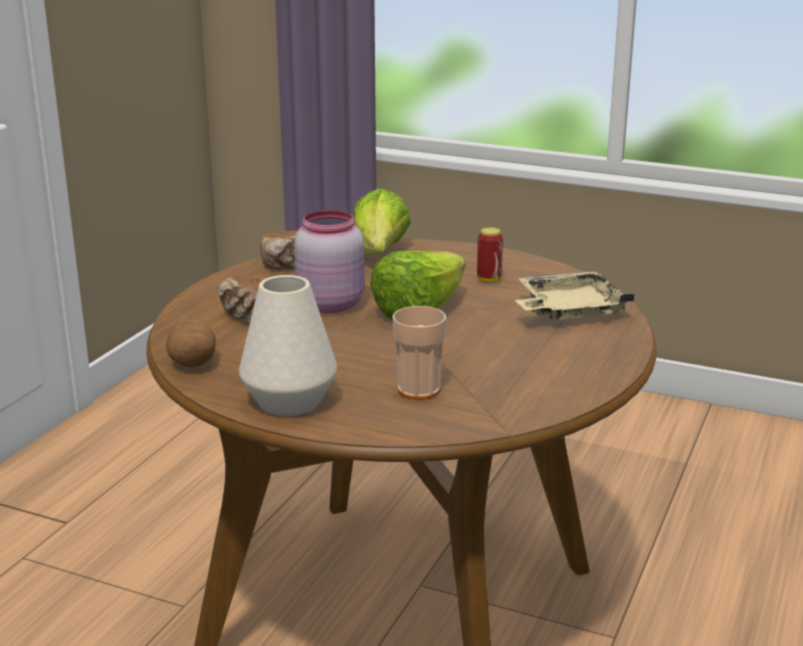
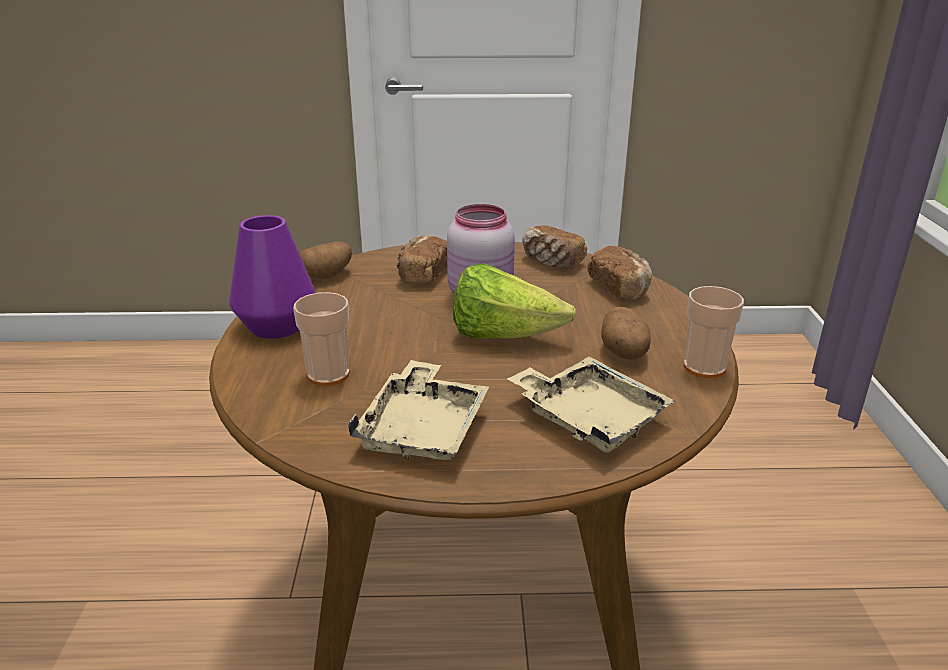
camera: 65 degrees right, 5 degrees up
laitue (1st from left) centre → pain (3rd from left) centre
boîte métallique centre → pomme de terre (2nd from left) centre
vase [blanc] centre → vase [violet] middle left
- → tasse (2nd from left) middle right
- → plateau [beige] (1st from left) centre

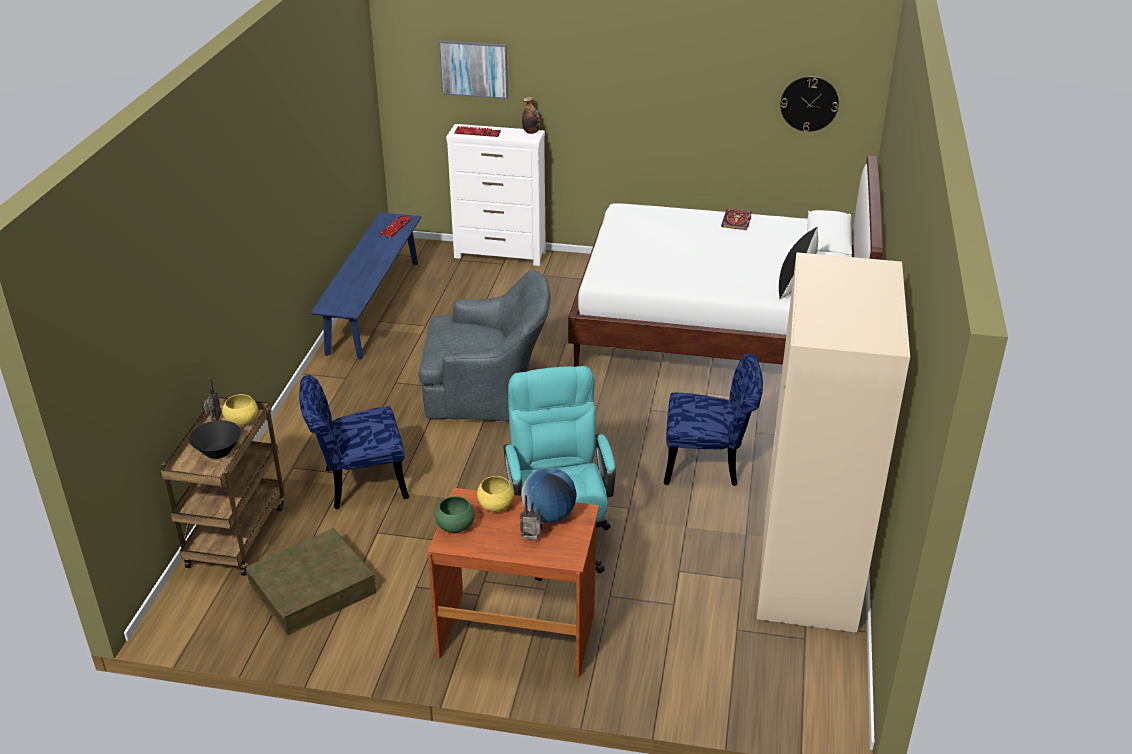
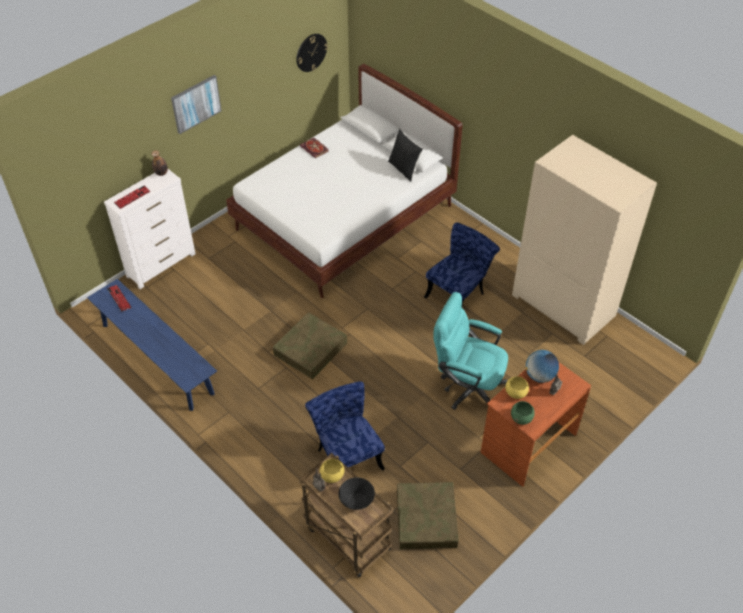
camera: 55 degrees left, 15 degrees up
tableau top centre → tableau top left, move
fauteuil [gris] centre → boîte de rangement [marron] (1st from left) centre
chaise [bleu] (1st from left) middle left → chaise [bleu] (1st from left) bottom centre, 135 degrees clockwise

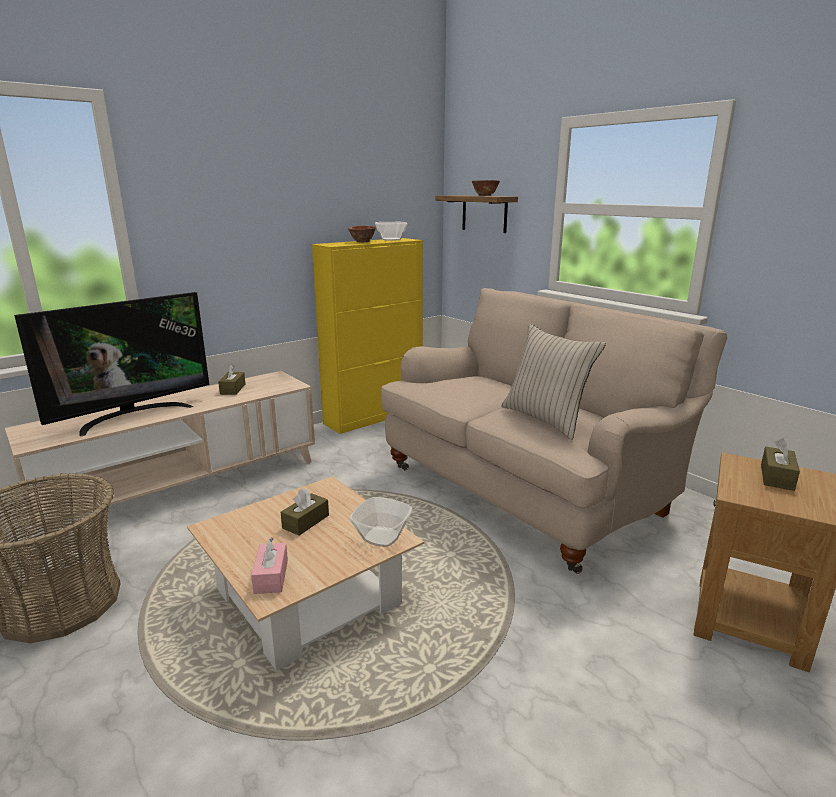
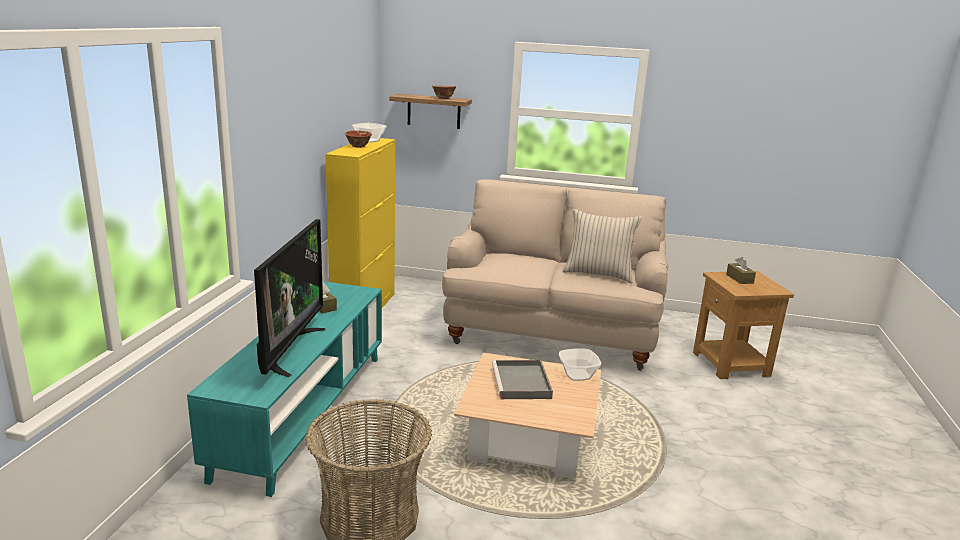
camera: 40 degrees left, 0 degrees up
meuble télé [beige] middle left → meuble télé [turquoise] bottom left
boîte à mouchoirs [marron] (2nd from left) centre → plateau [gris] bottom centre
boîte à mouchoirs [rose] bottom left → -

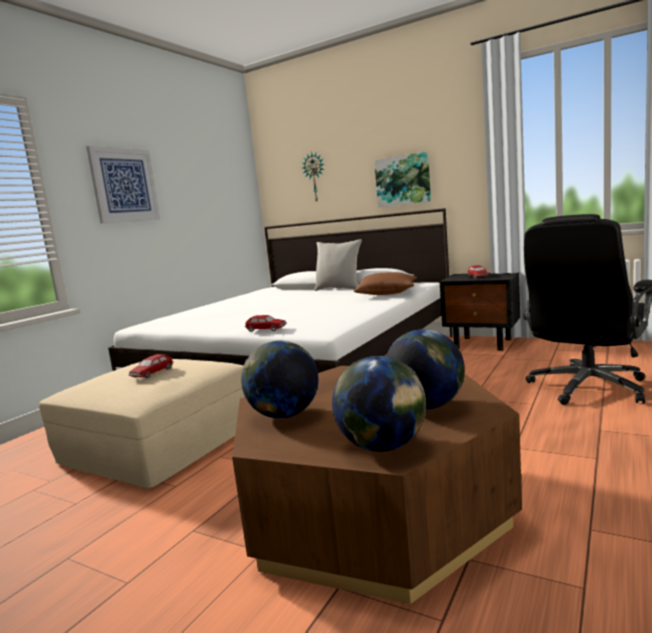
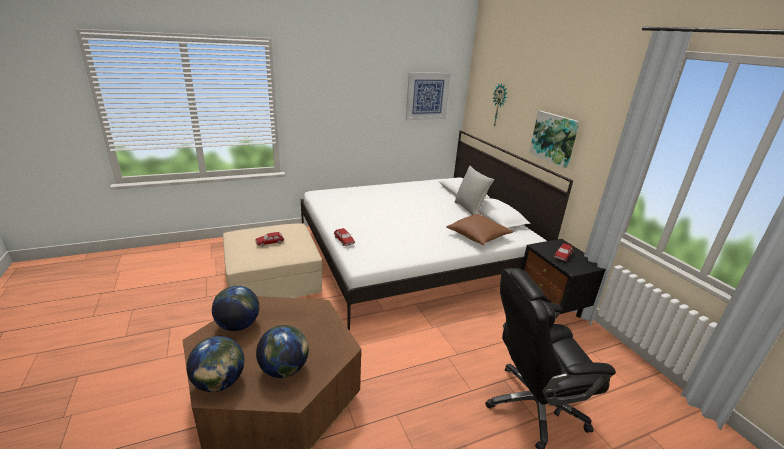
camera: 35 degrees right, 15 degrees up
tableau (1st from left) top left → tableau (1st from left) top centre, move

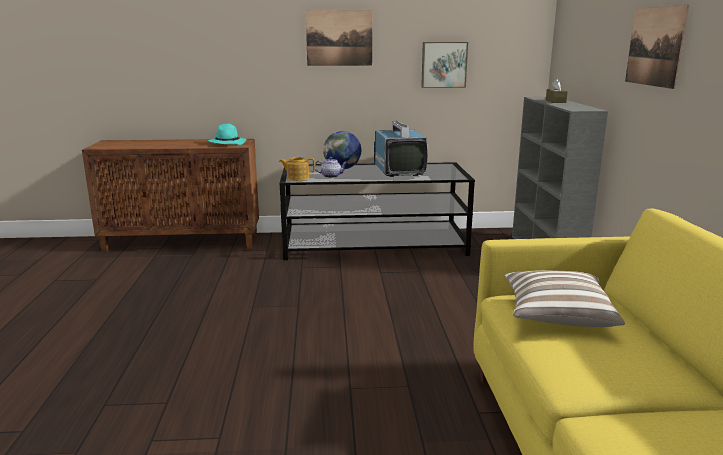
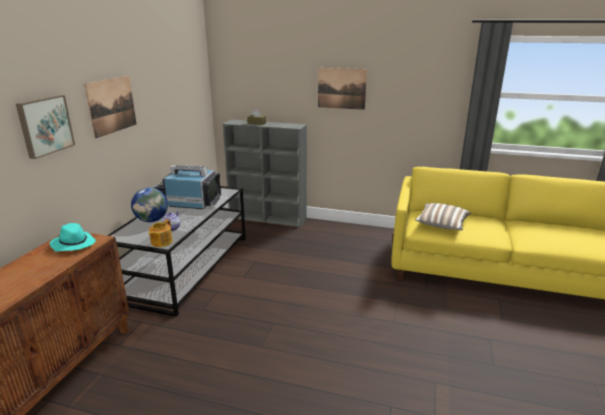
camera: 70 degrees left, 5 degrees up
tableau (2nd from left in the first image) top centre → tableau (1st from left) top left, move

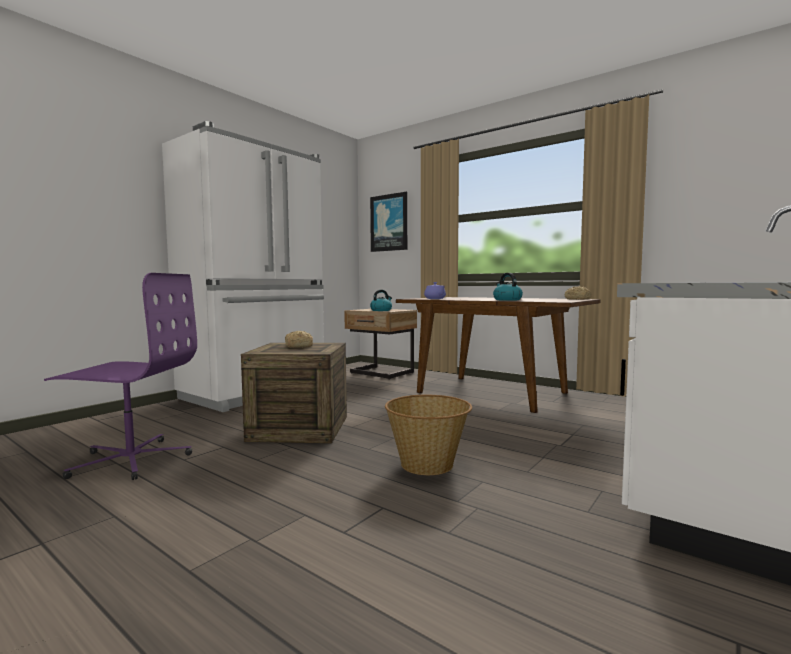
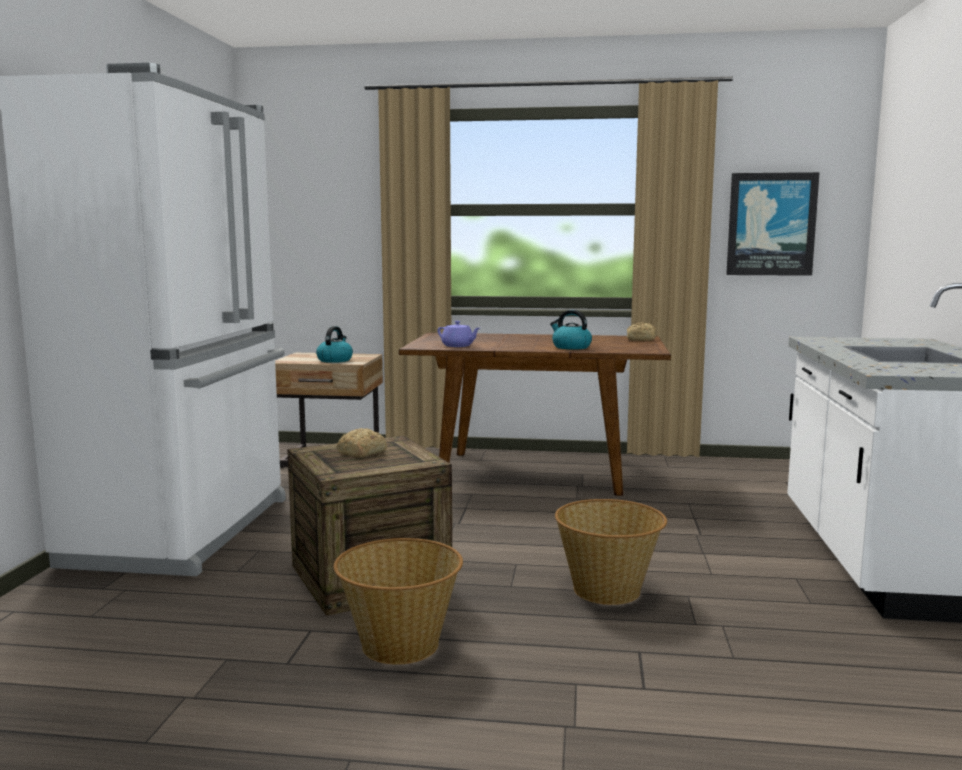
camera: 30 degrees left, 5 degrees up
tableau centre → tableau top right, move
chaise de bureau [violet] middle left → -
- → panier (1st from left) bottom centre

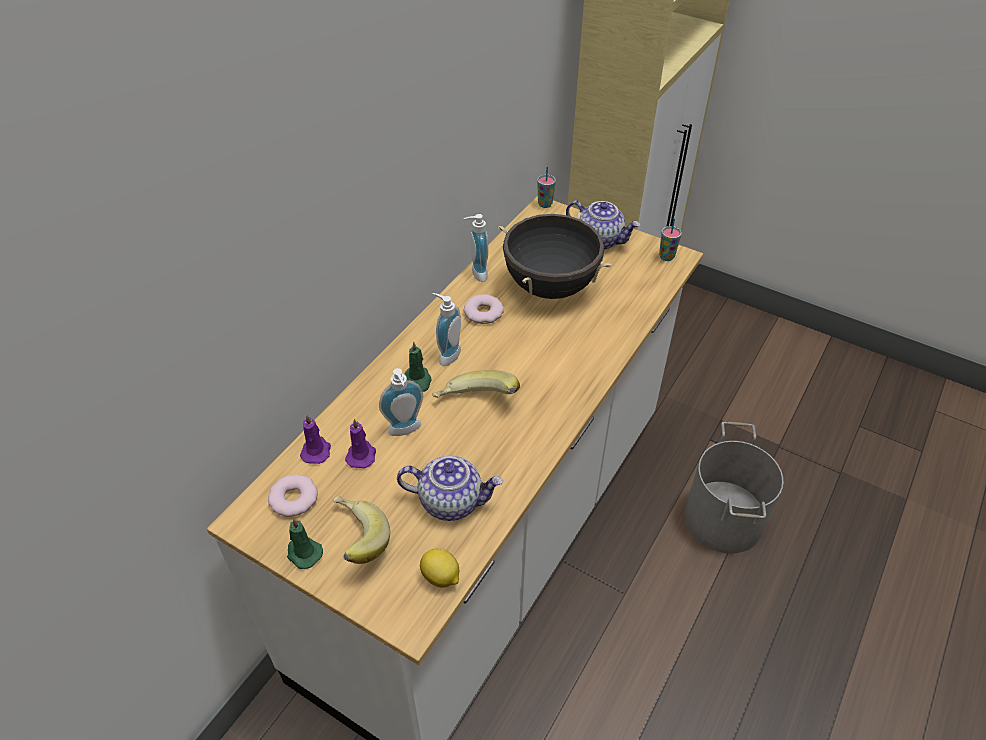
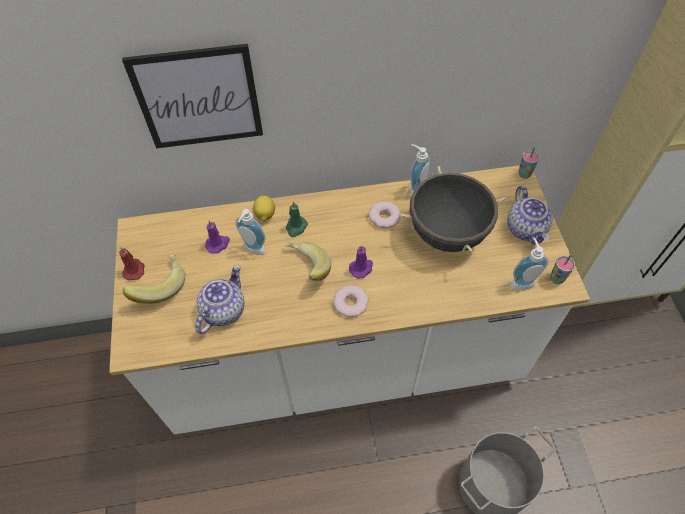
camera: 50 degrees right, 10 degrees up
distributeur de savon (2nd from left in the first image) centre → distributeur de savon (3rd from left) middle right, move
bougie [violet] (1st from left in the first image) middle left → bougie [violet] (2nd from left) centre, move
théière (1st from left) centre → théière (1st from left) middle left, 120 degrees counterclockwise
beignet (1st from left) bottom left → beignet (1st from left) centre, move
bougie [vert] (1st from left) bottom left → bougie [rouge] middle left
citron bottom centre → citron centre, move
- → tableau top left

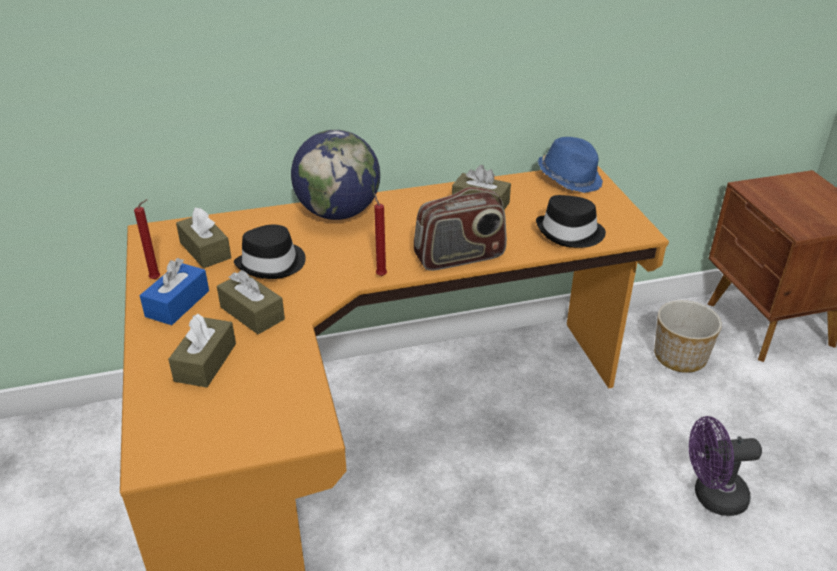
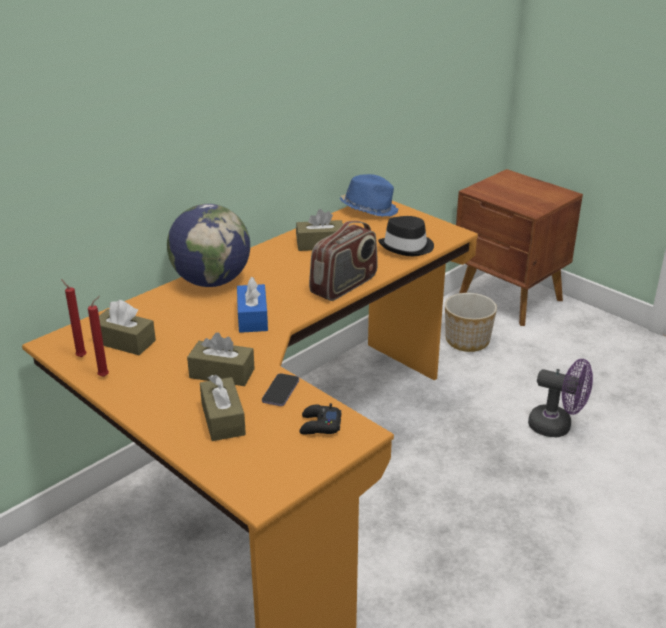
camera: 30 degrees left, 5 degrees down
bougie [rouge] (2nd from left in the first image) centre → bougie [rouge] (1st from left) middle left, move
chapeau [noir] (1st from left) middle left → -
boîte à mouchoirs [bleu] middle left → boîte à mouchoirs [bleu] centre, move
ventilateur [violet] bottom right → ventilateur [violet] middle right, 120 degrees counterclockwise
- → téléphone centre
- → manette [noir] bottom centre

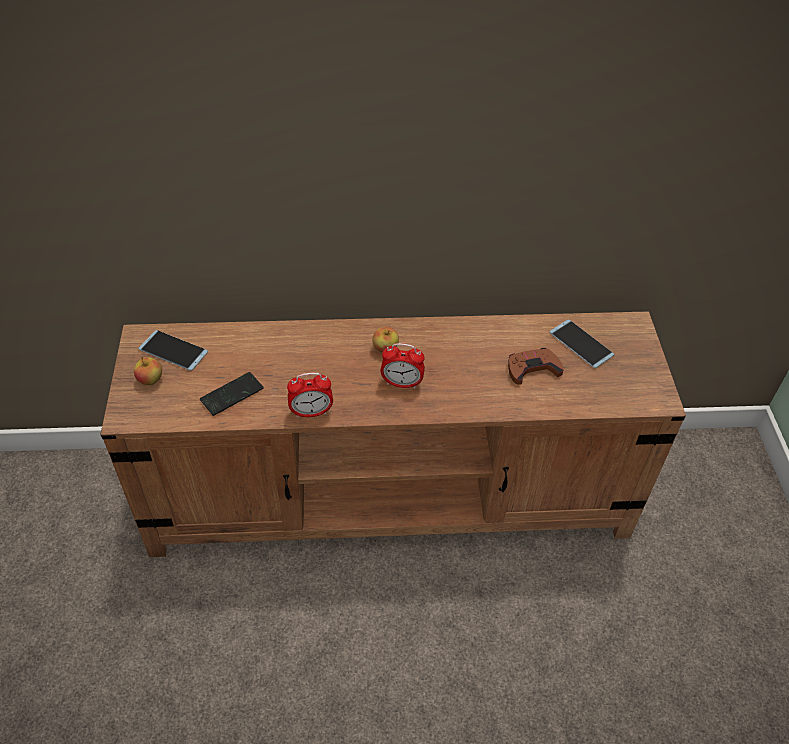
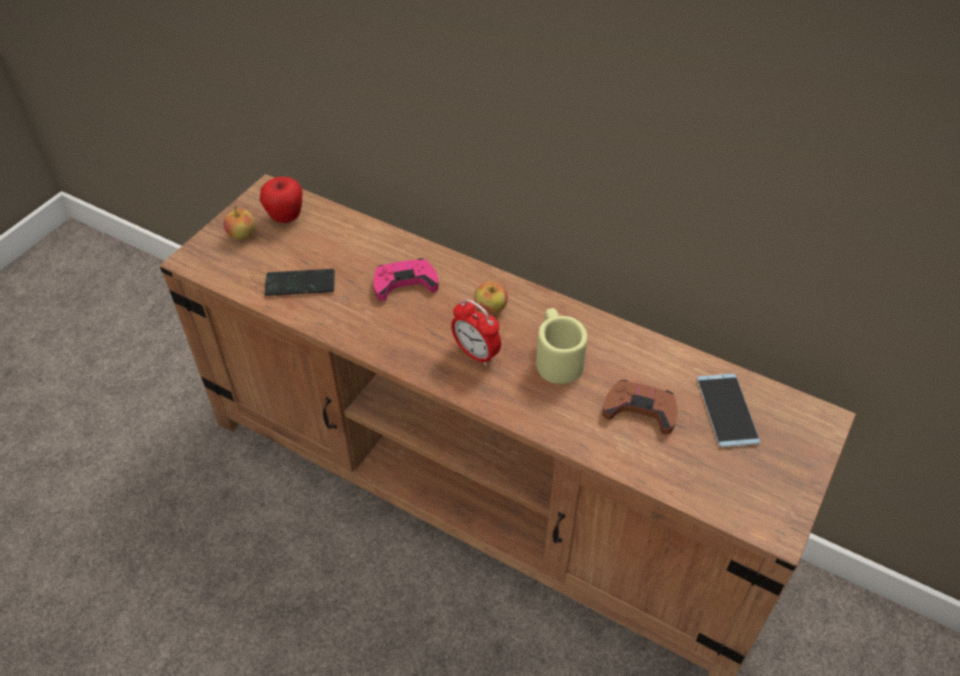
camera: 35 degrees right, 0 degrees up
téléphone (1st from left) middle left → pomme (2nd from left) top left
réveil (1st from left) centre → -
- → manette [rose] centre
- → mug [beige] centre

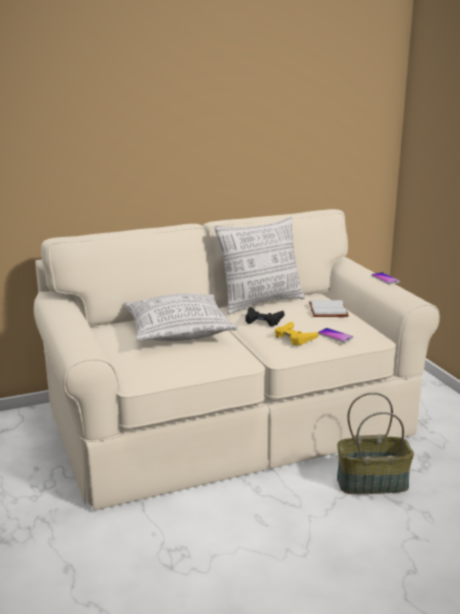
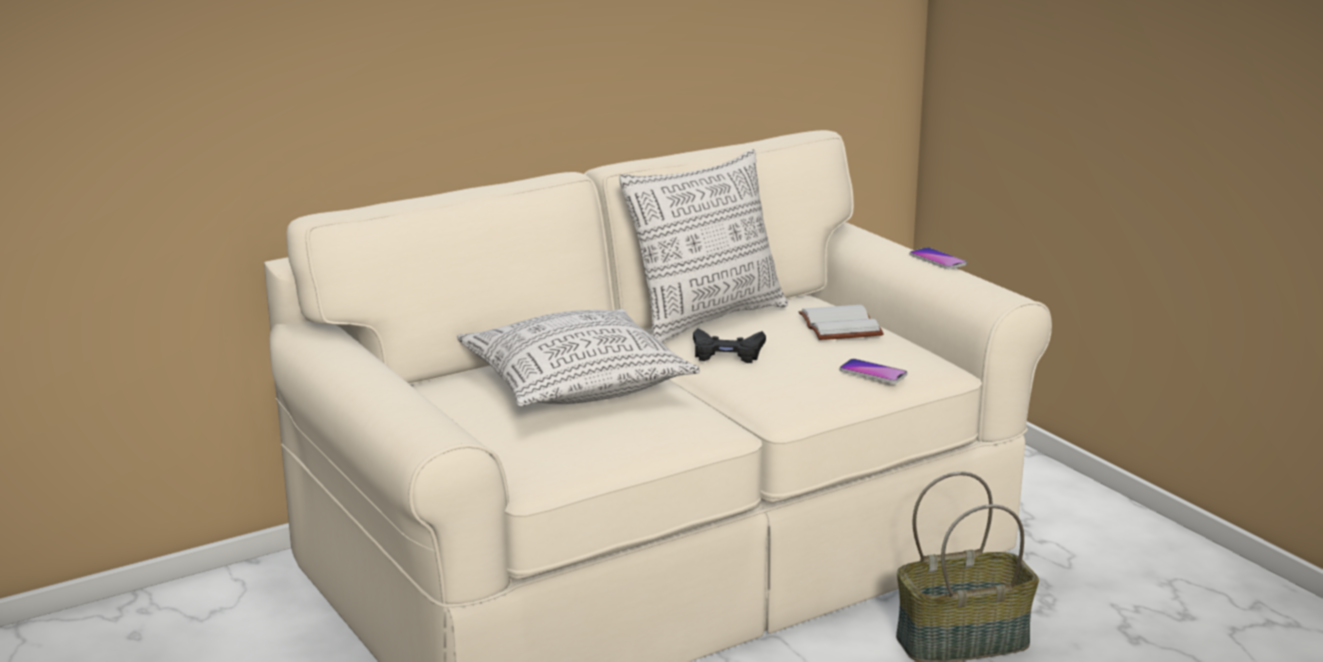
camera: 10 degrees left, 0 degrees up
manette [jaune] centre → -

